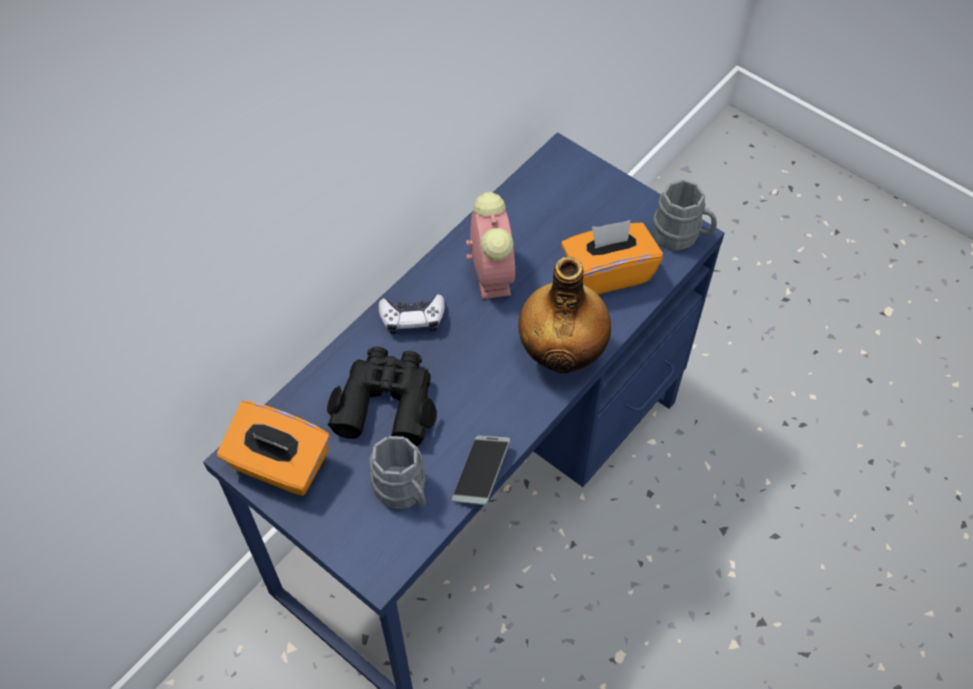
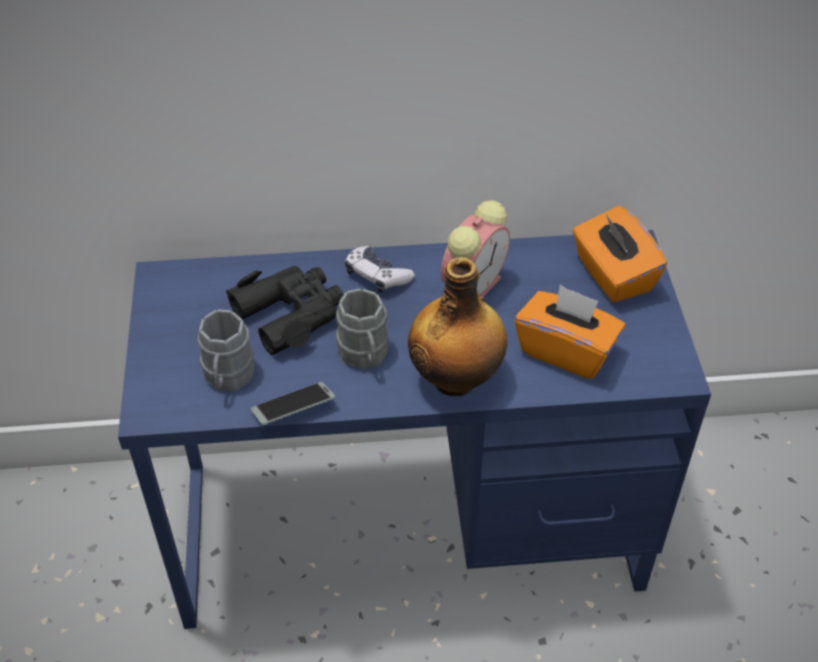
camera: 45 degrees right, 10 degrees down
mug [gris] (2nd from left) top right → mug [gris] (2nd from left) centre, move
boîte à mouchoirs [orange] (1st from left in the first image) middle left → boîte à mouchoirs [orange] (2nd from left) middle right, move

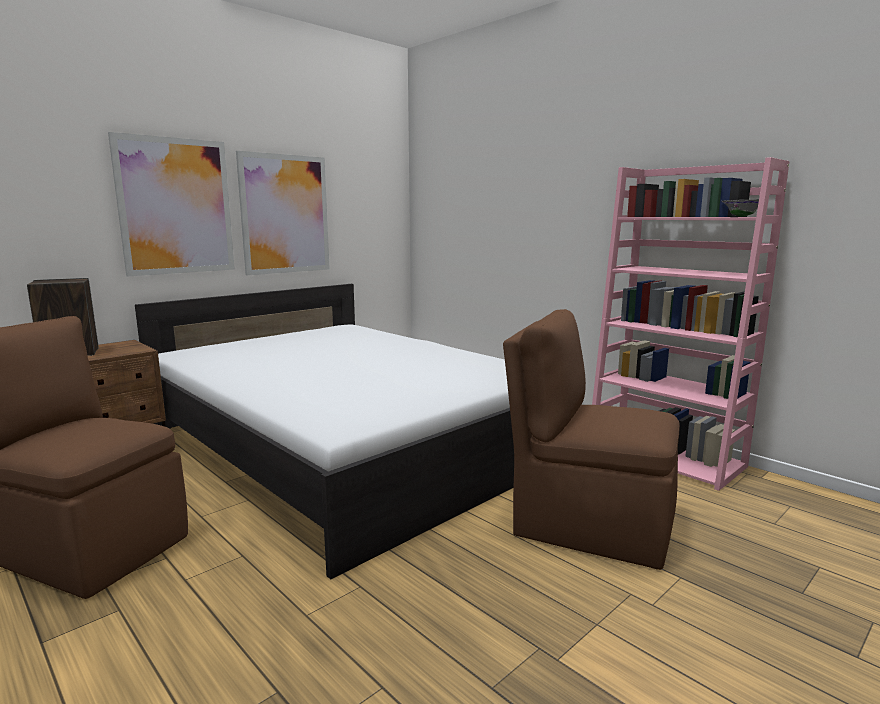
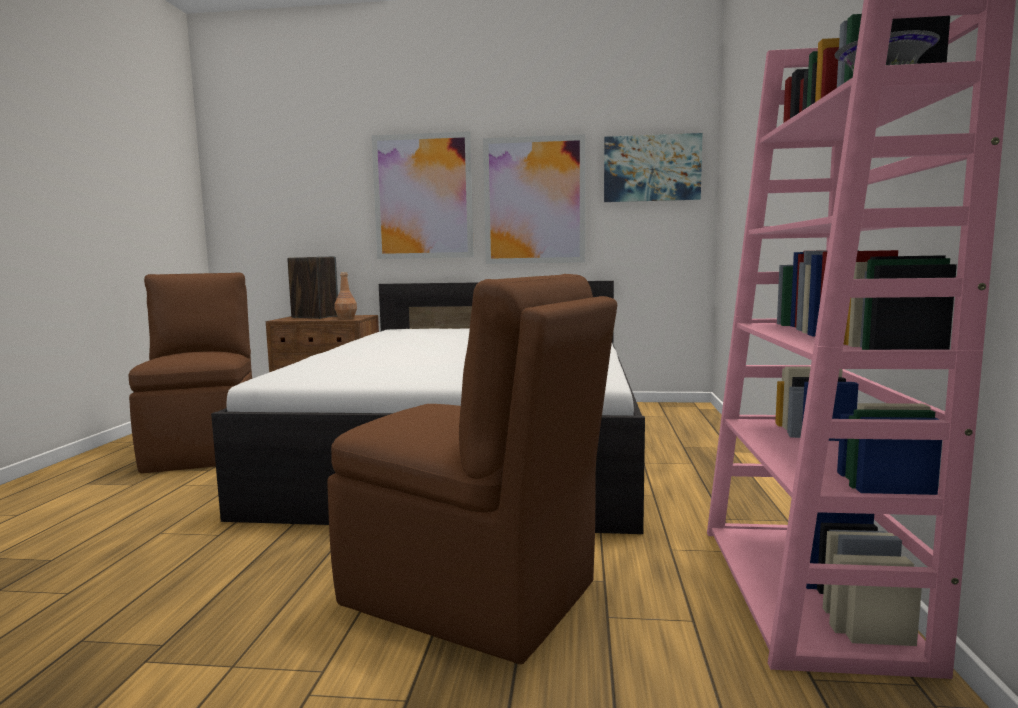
camera: 50 degrees right, 5 degrees down
chaise [marron] (2nd from left) middle right → chaise [marron] (2nd from left) centre, 135 degrees clockwise
- → tableau (3rd from left) top centre
- → bouteille [marron] centre

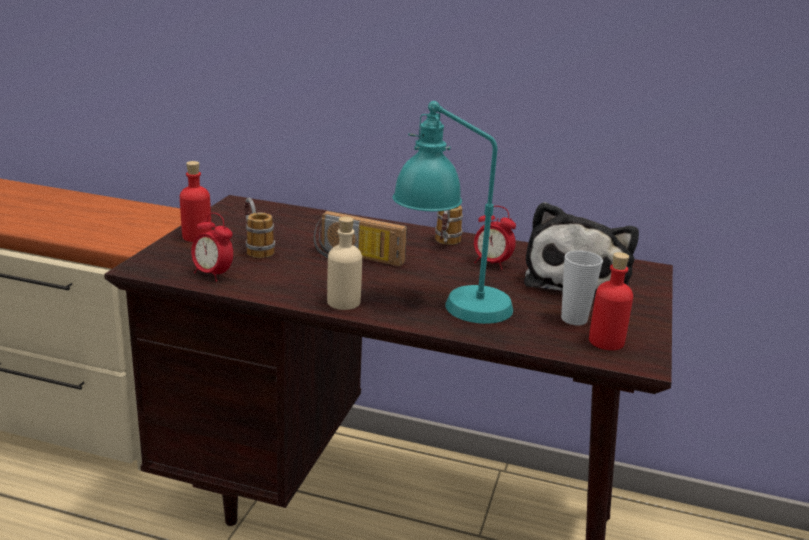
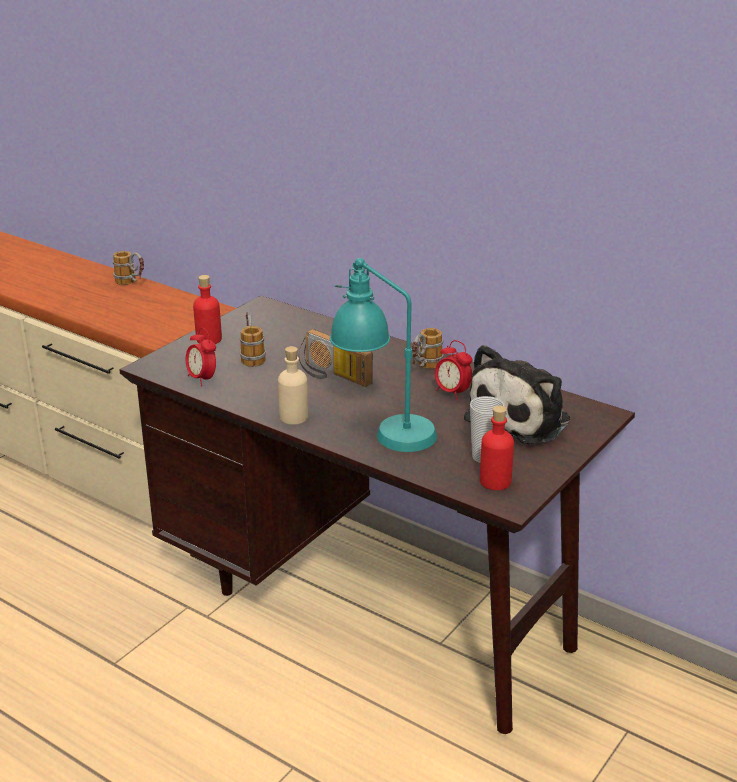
camera: 20 degrees right, 5 degrees up
- → mug (1st from left) middle left

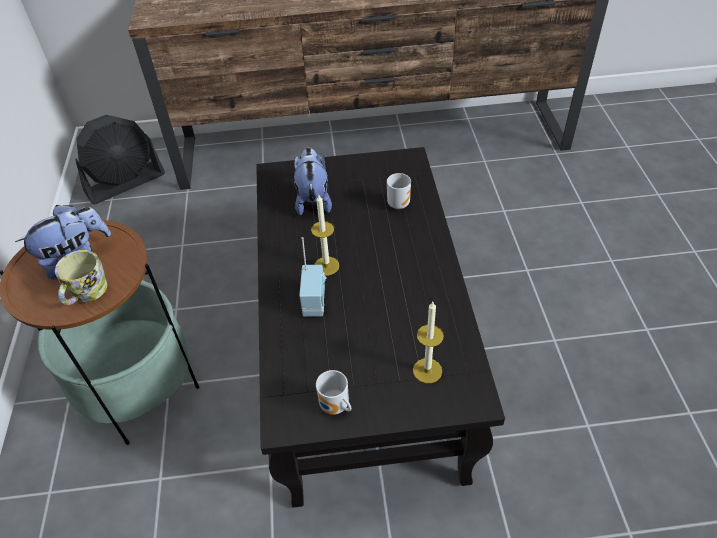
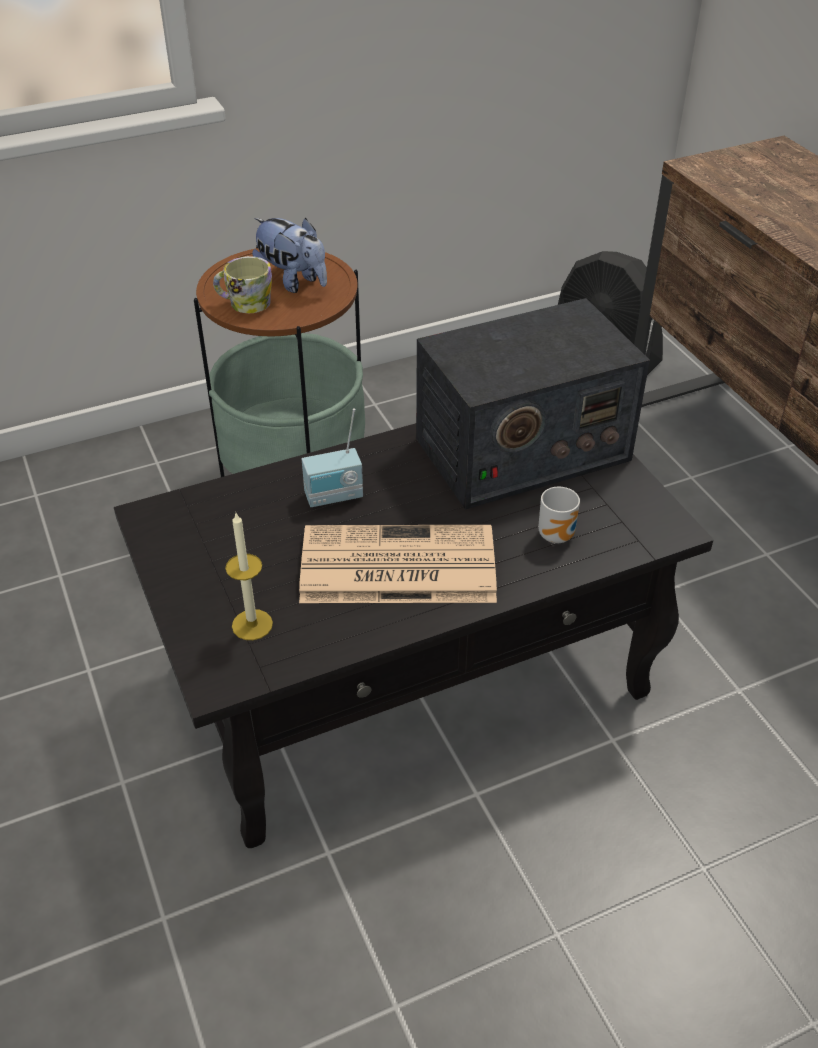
camera: 70 degrees right, 5 degrees down
peluche (2nd from left) centre → radio (2nd from left) centre
bougie (1st from left) centre → -
mug (2nd from left) bottom centre → -
- → journal centre

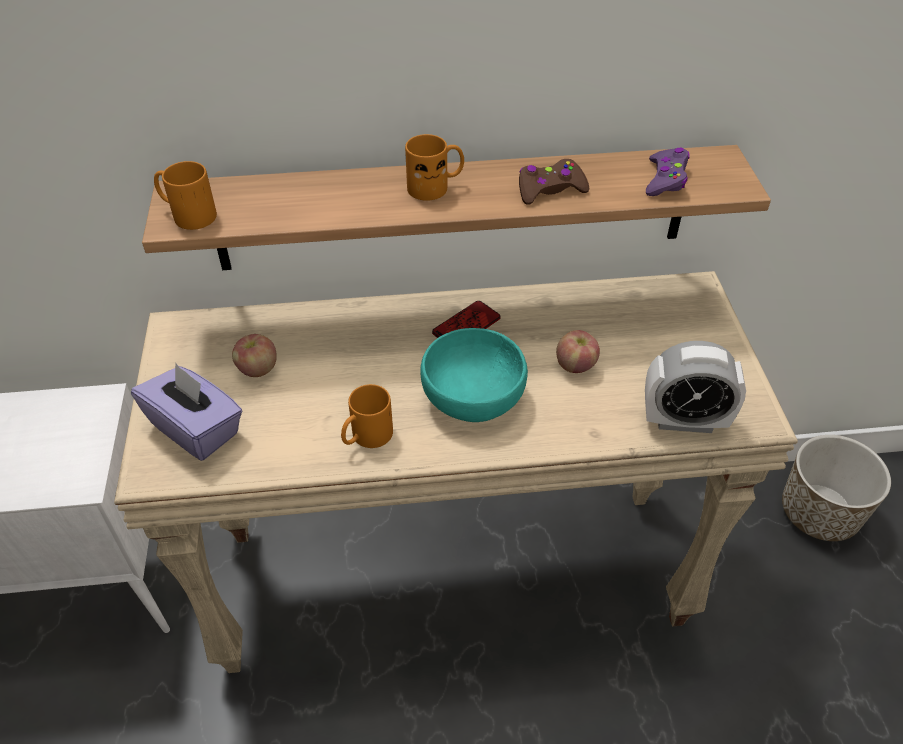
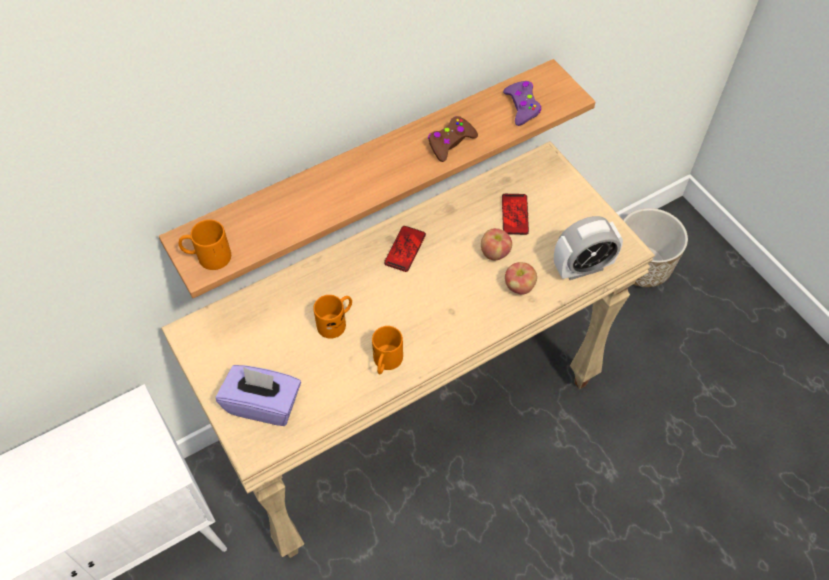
camera: 25 degrees left, 10 degrees up
mug [orange] (3rd from left in the first image) top centre → mug [orange] (2nd from left) centre, move
bol [turquoise] centre → -
pomme (1st from left in the first image) middle left → pomme (2nd from left) centre, move
- → téléphone (2nd from left) centre

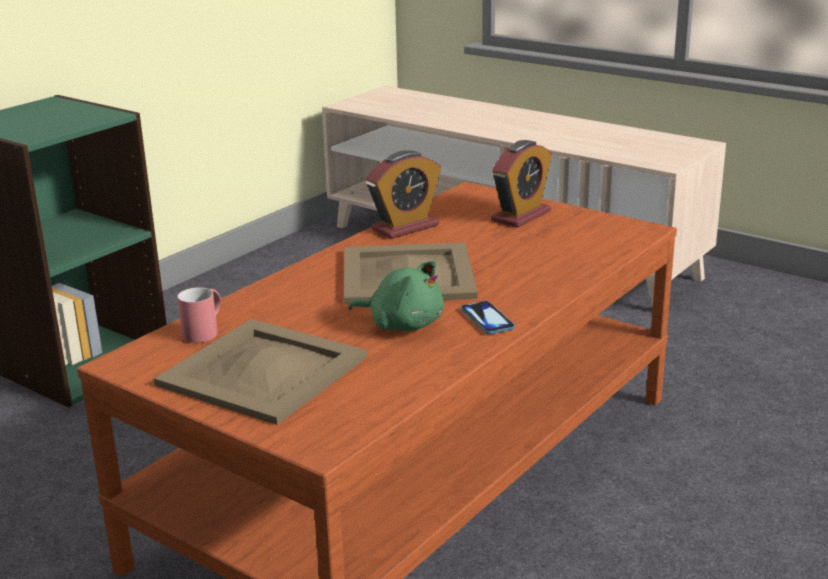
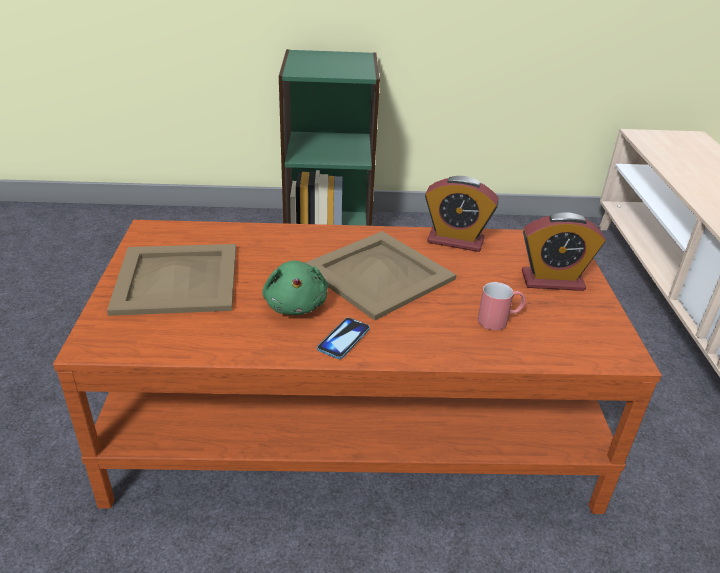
camera: 50 degrees right, 10 degrees up
mug [rouge] middle left → mug [rouge] middle right, move

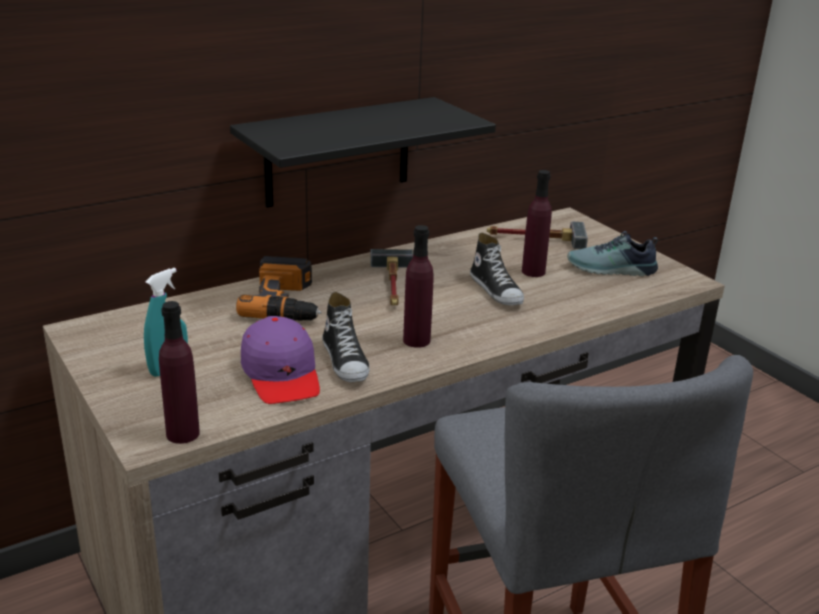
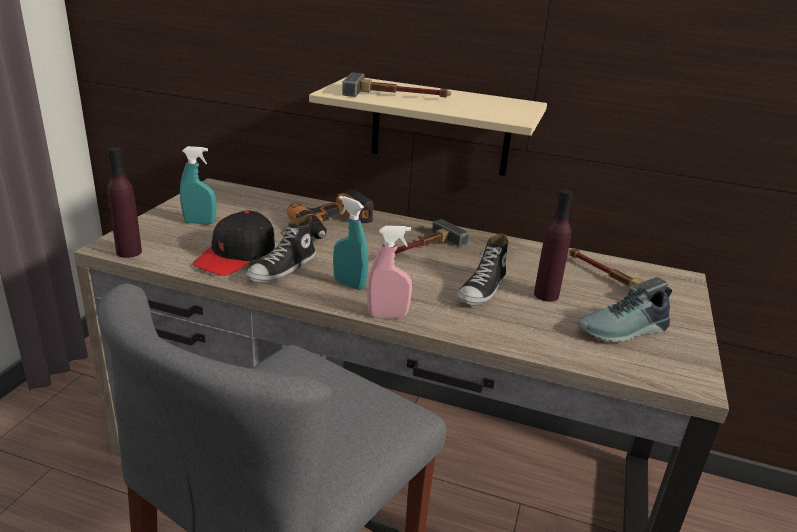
camera: 50 degrees right, 0 degrees up
étagère [noir] top centre → étagère [beige] top centre
bouteille [violet] (2nd from left) centre → vaporisateur [turquoise] (2nd from left) centre
chaussure (3rd from left) middle right, 75 degrees counterclockwise
casquette [violet] centre → casquette [noir] middle left
- → marteau (1st from left) top centre
- → vaporisateur [rose] centre

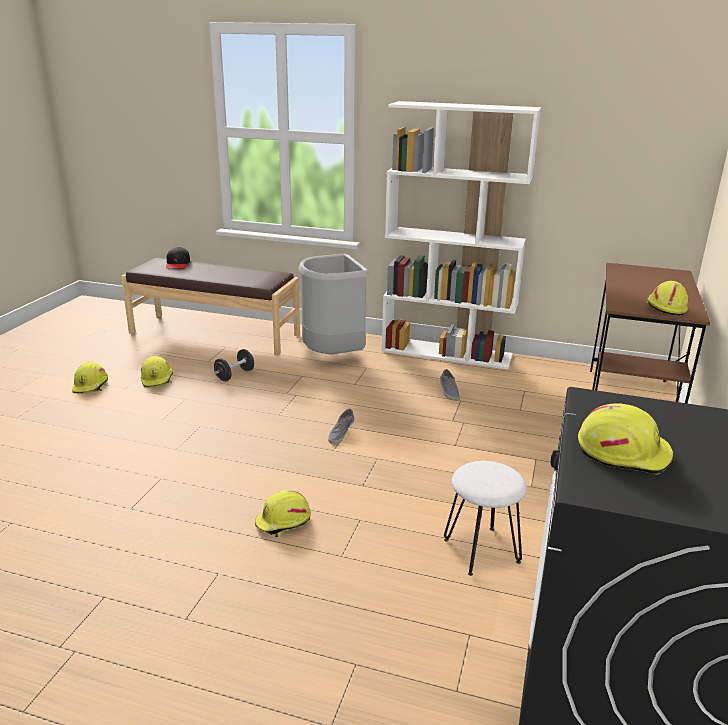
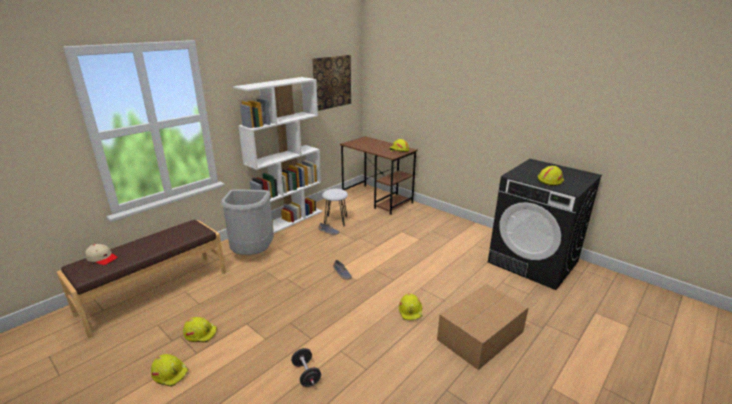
camera: 65 degrees left, 0 degrees up
casquette [noir] middle left → casquette [beige] middle left
haltère [noir] middle left → haltère [noir] bottom centre, move
tabouret [blanc] bottom centre → tabouret [blanc] centre, move
- → tableau top centre
- → carton bottom centre

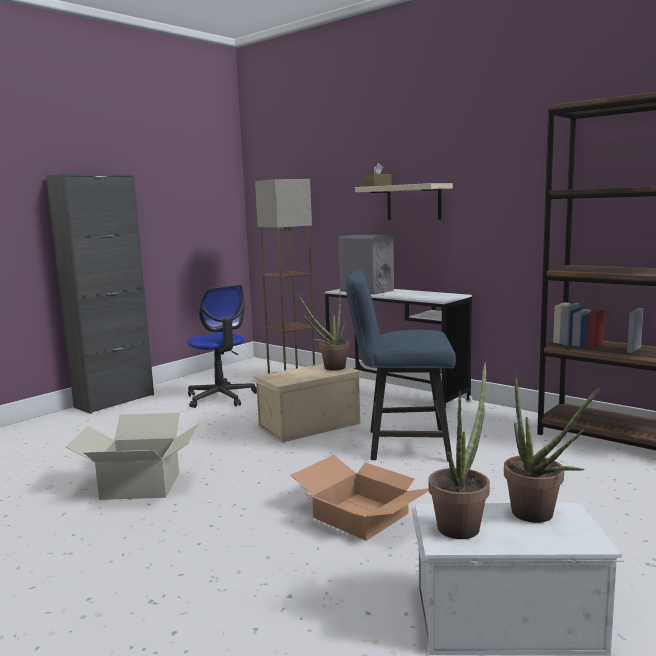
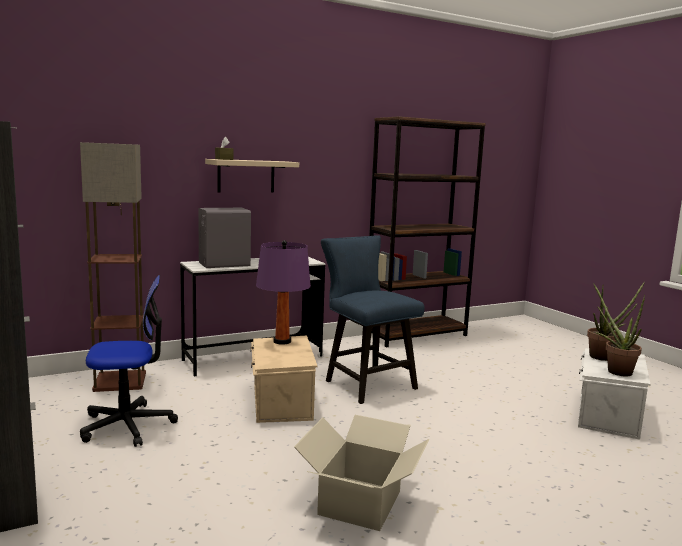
camera: 70 degrees left, 0 degrees up
chaise [bleu] centre, 120 degrees clockwise
plante en pot (1st from left) centre → lampe de table [violet] centre
carton (2nd from left) bottom centre → -

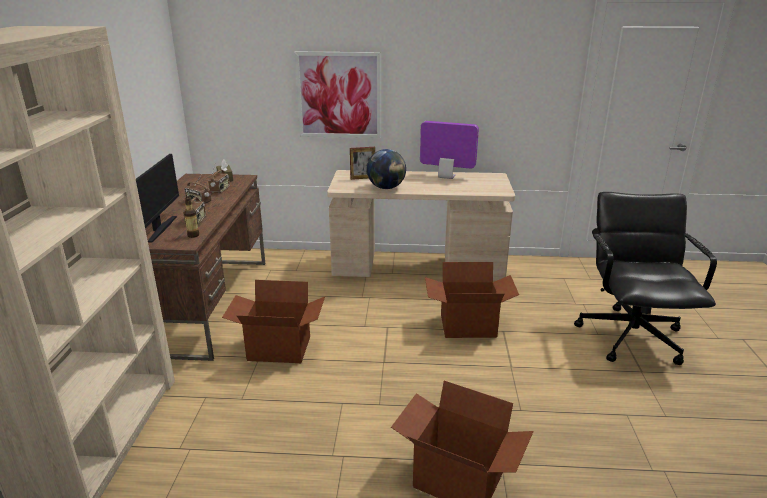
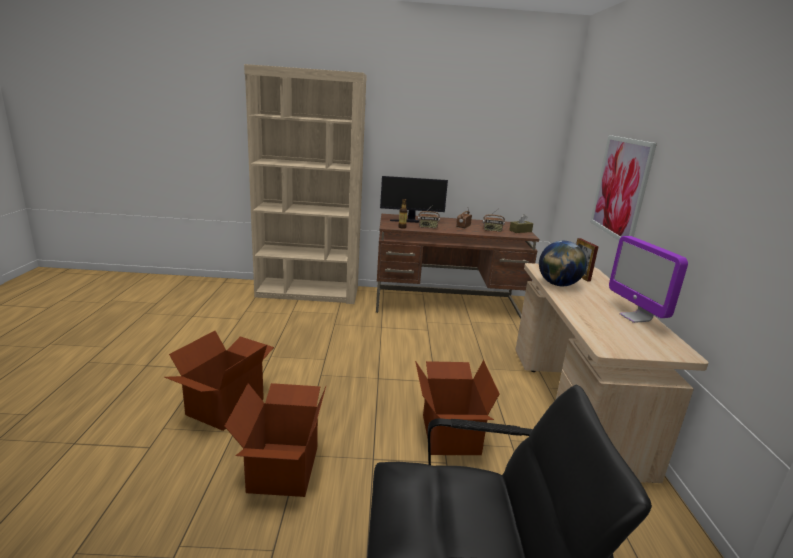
camera: 85 degrees right, 5 degrees down
écran d'ordinateur (2nd from left) top centre → écran d'ordinateur (2nd from left) middle right, 150 degrees clockwise
carton (1st from left in the first image) centre → carton (2nd from left) bottom centre, move

